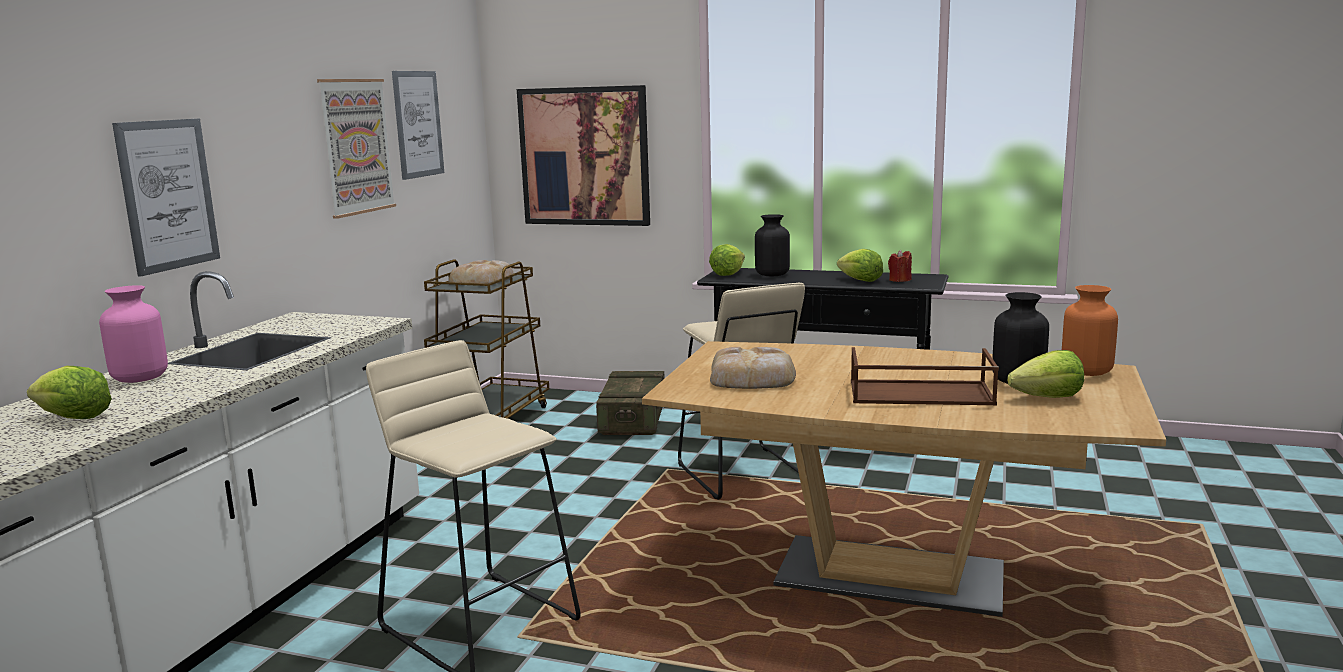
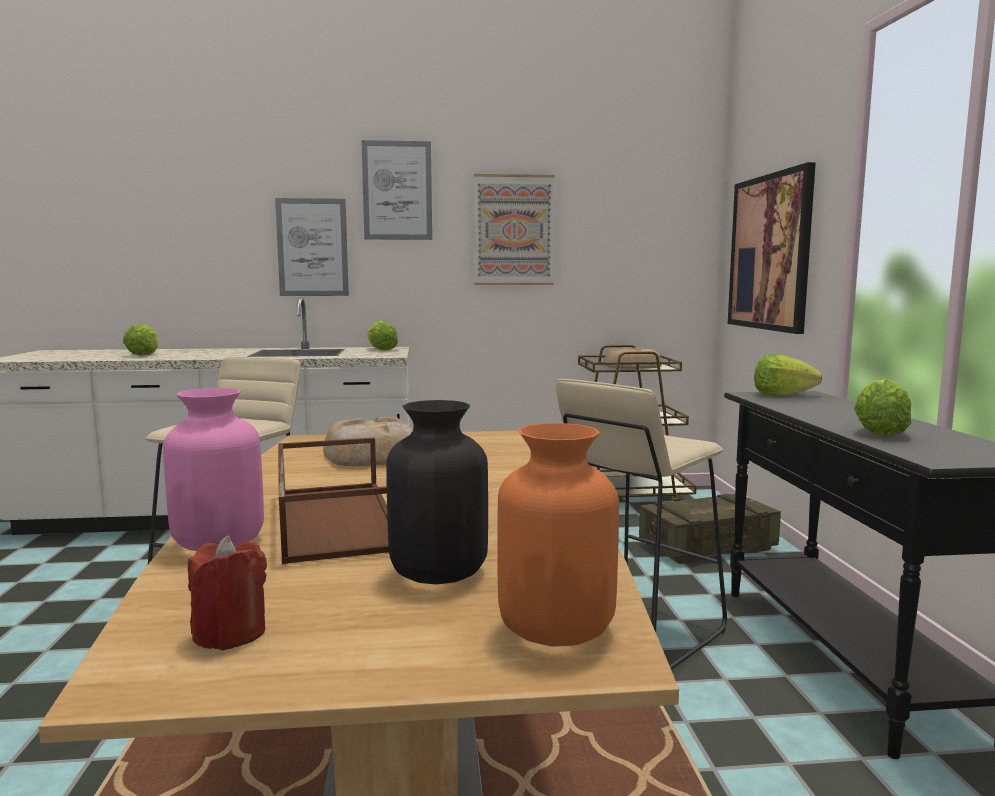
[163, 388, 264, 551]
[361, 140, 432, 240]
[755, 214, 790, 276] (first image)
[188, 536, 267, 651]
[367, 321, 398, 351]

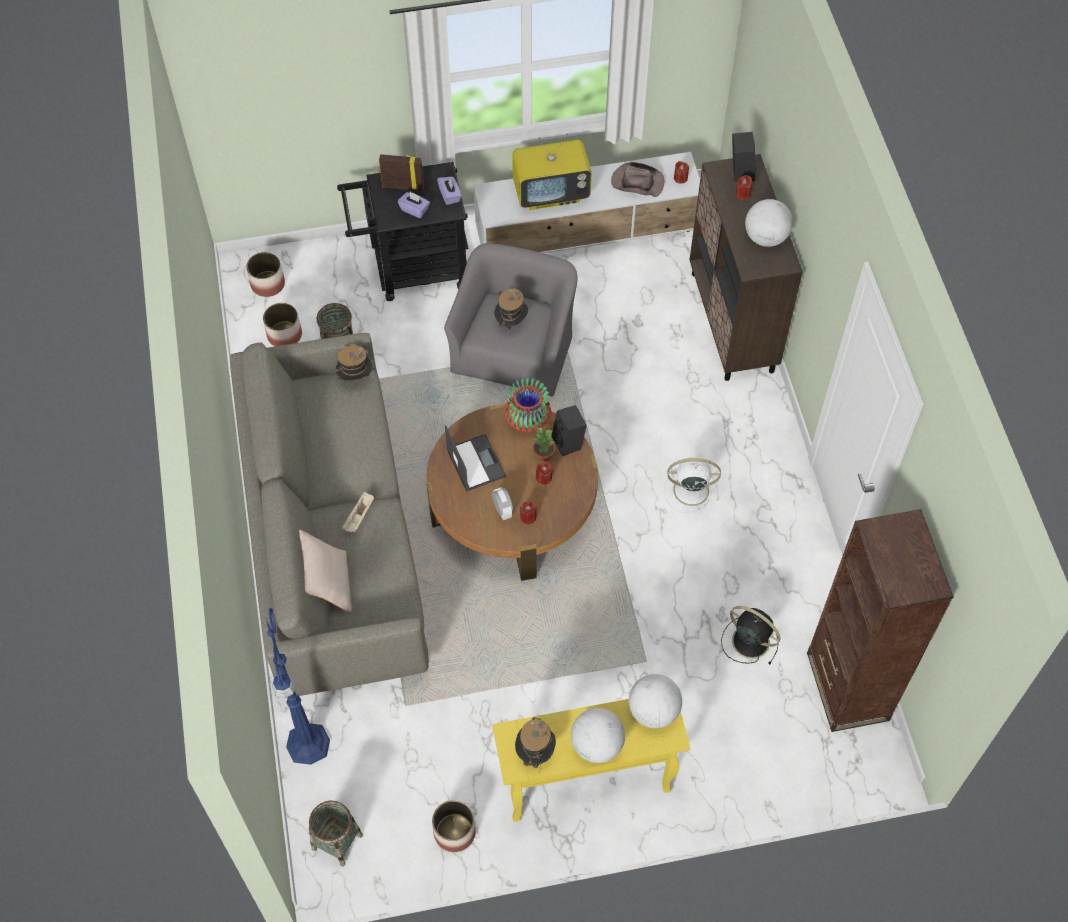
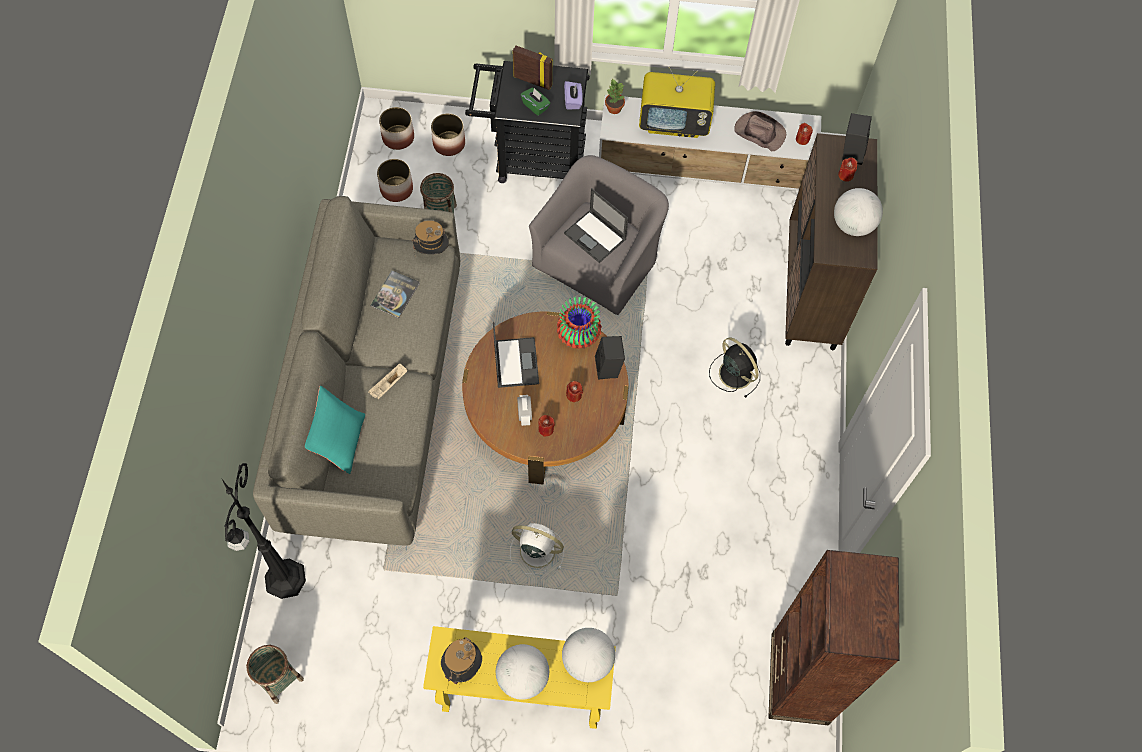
[221, 463, 306, 599]
[305, 386, 365, 474]
[521, 88, 550, 116]
[431, 113, 465, 156]
[564, 188, 628, 263]
[605, 79, 625, 114]
[510, 523, 564, 574]
[709, 337, 760, 398]
[370, 270, 420, 318]

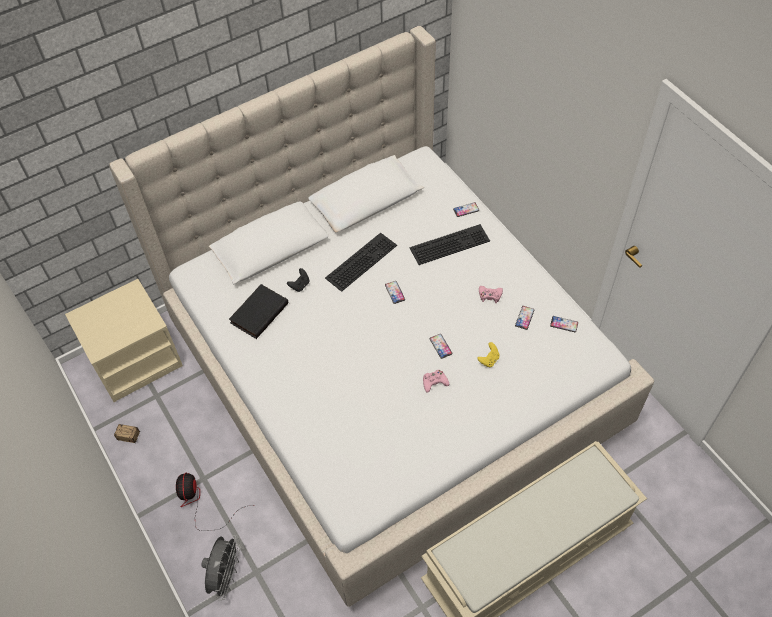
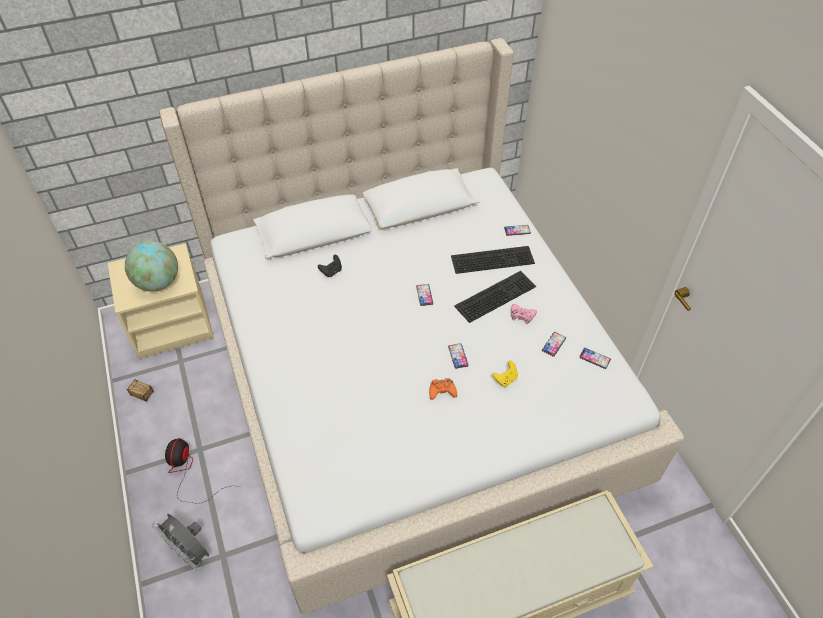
[152, 514, 209, 572]
[229, 284, 289, 339] (first image)
[454, 271, 536, 323]
[429, 378, 457, 400]
[125, 241, 178, 292]

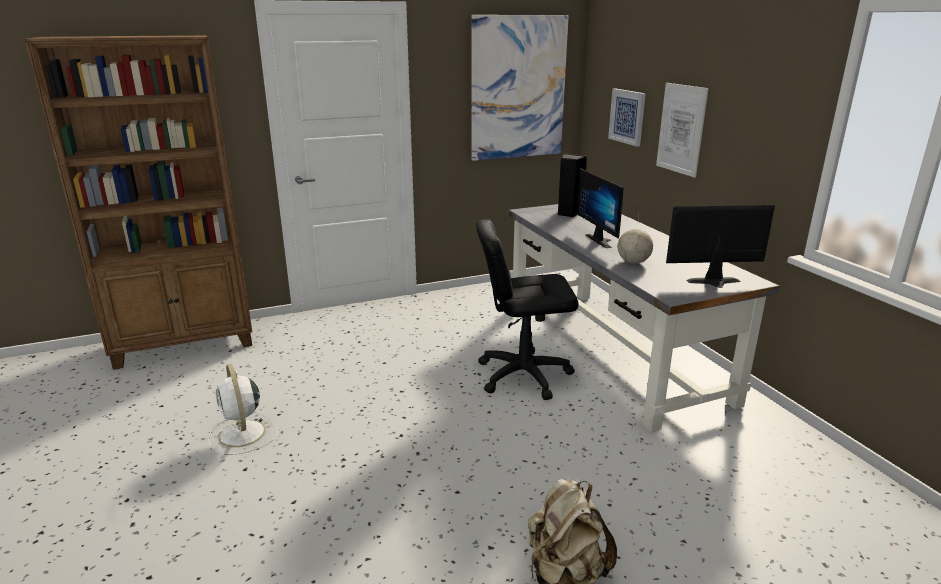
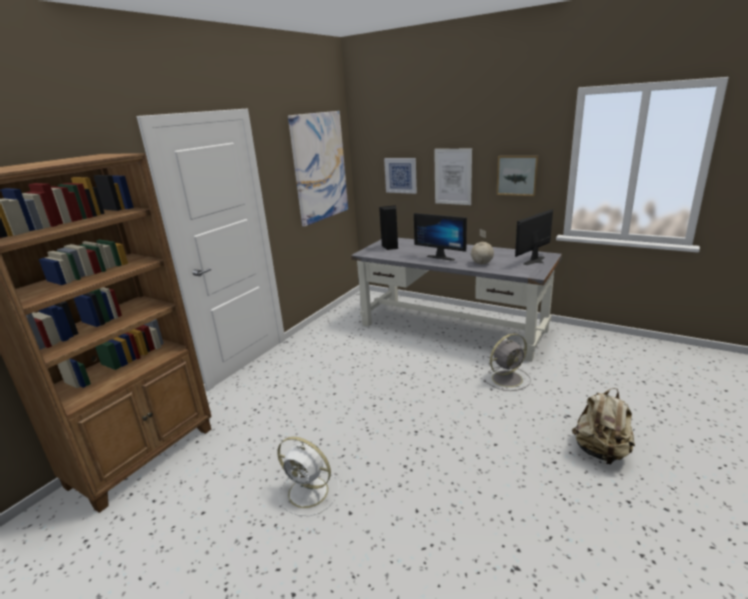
[476, 220, 578, 400] (first image)
[483, 334, 531, 391]
[497, 155, 539, 196]

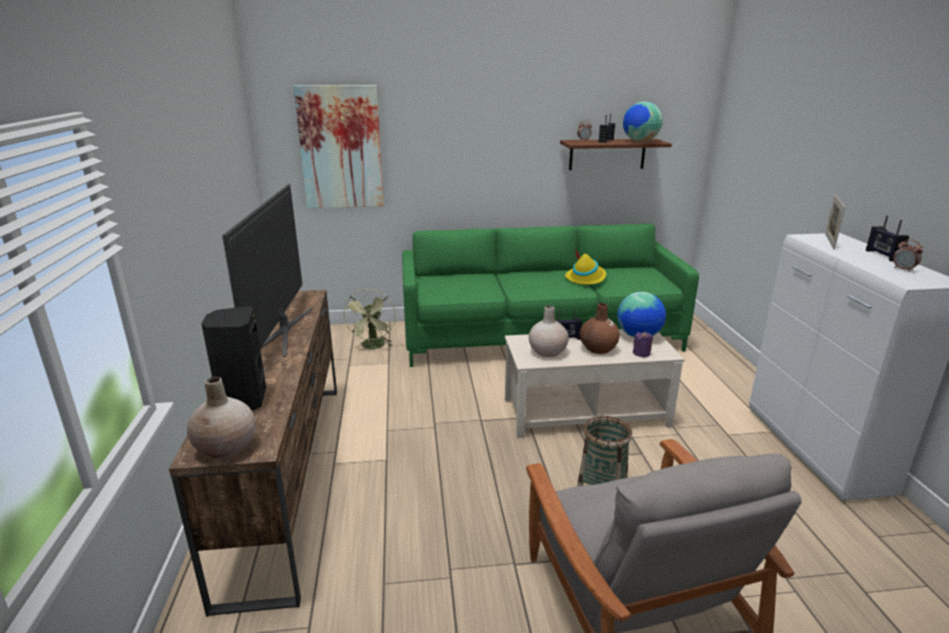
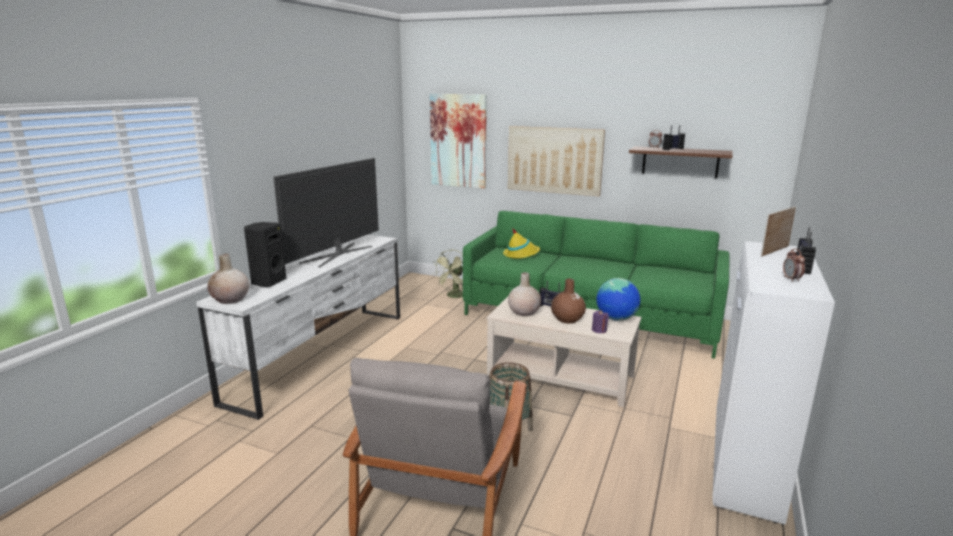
[196, 235, 400, 420]
[503, 228, 540, 259]
[623, 101, 663, 142] (first image)
[508, 126, 605, 196]

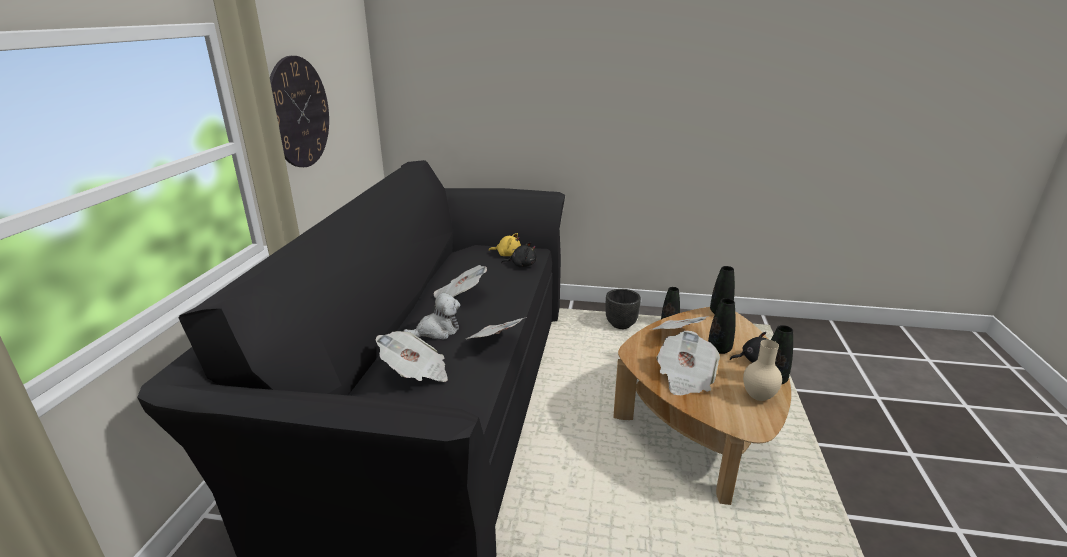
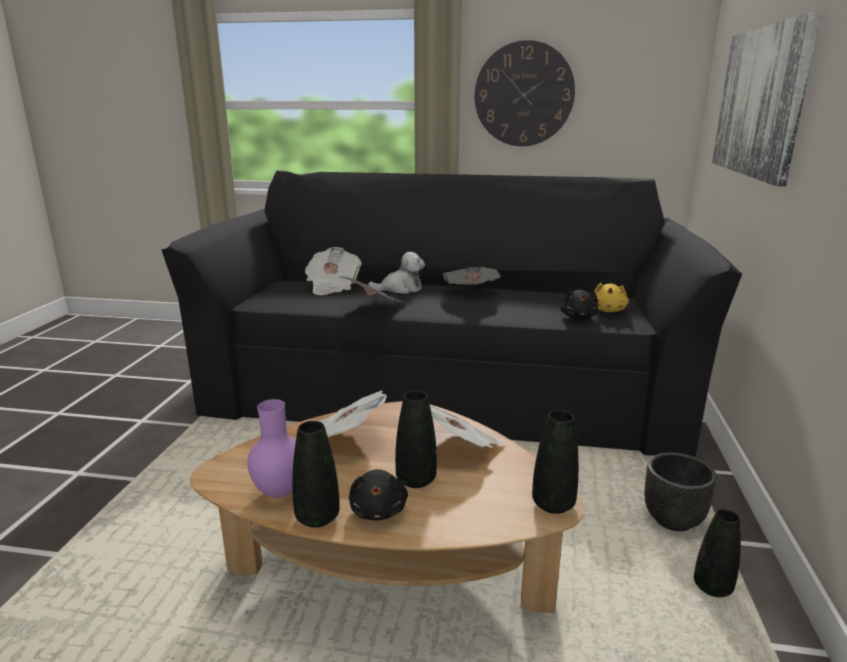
[368, 252, 425, 294]
[247, 399, 296, 498]
[712, 12, 821, 187]

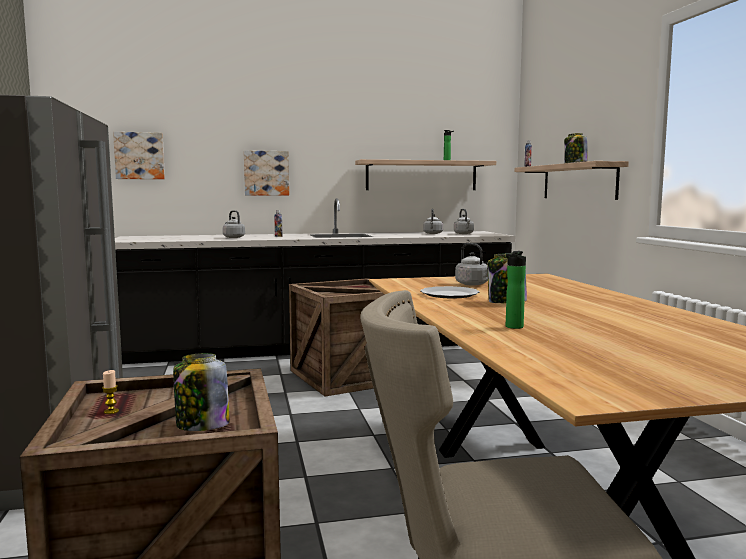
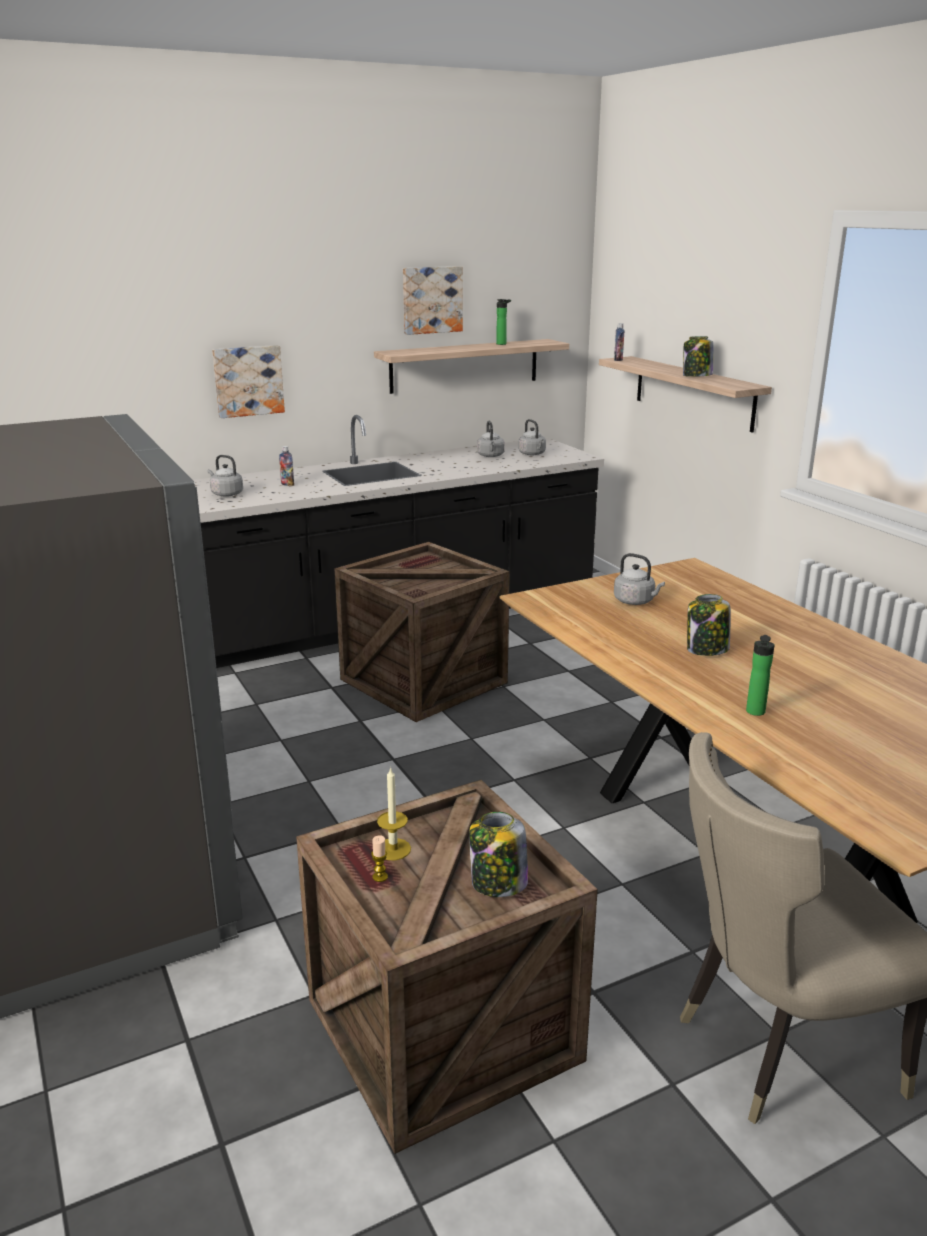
[403, 266, 463, 335]
[420, 286, 480, 298] (first image)
[377, 767, 411, 860]

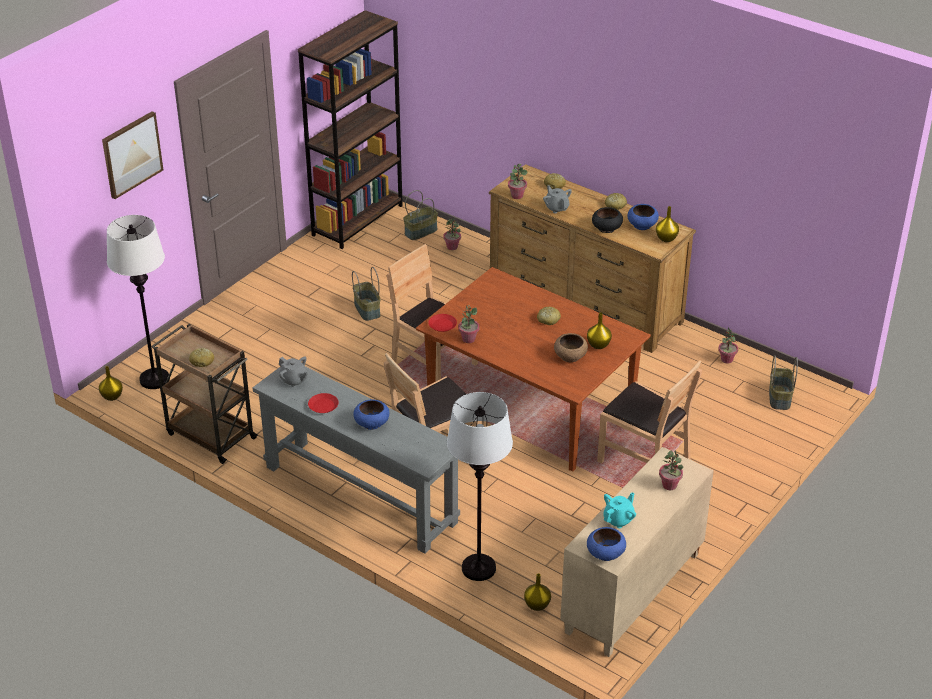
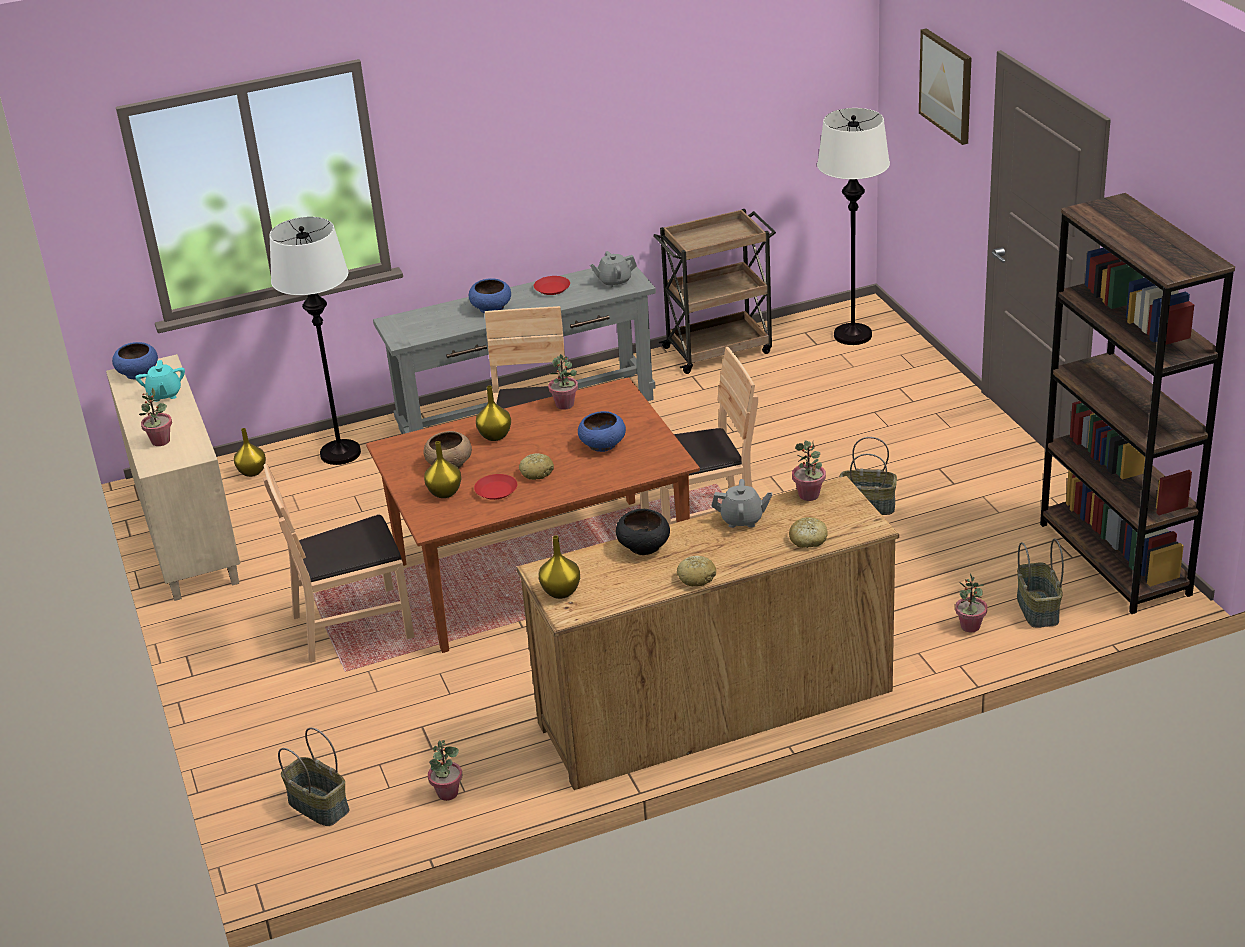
[476, 386, 511, 441]
[189, 348, 214, 367] (first image)
[474, 474, 517, 500]
[578, 411, 626, 452]

